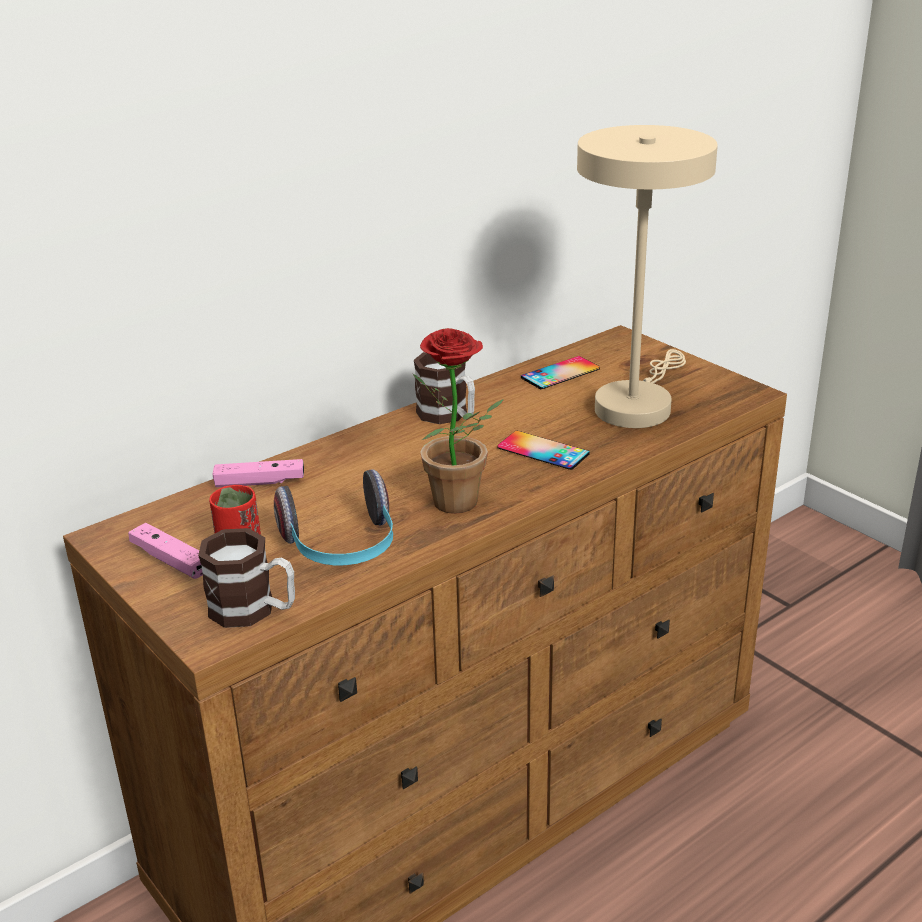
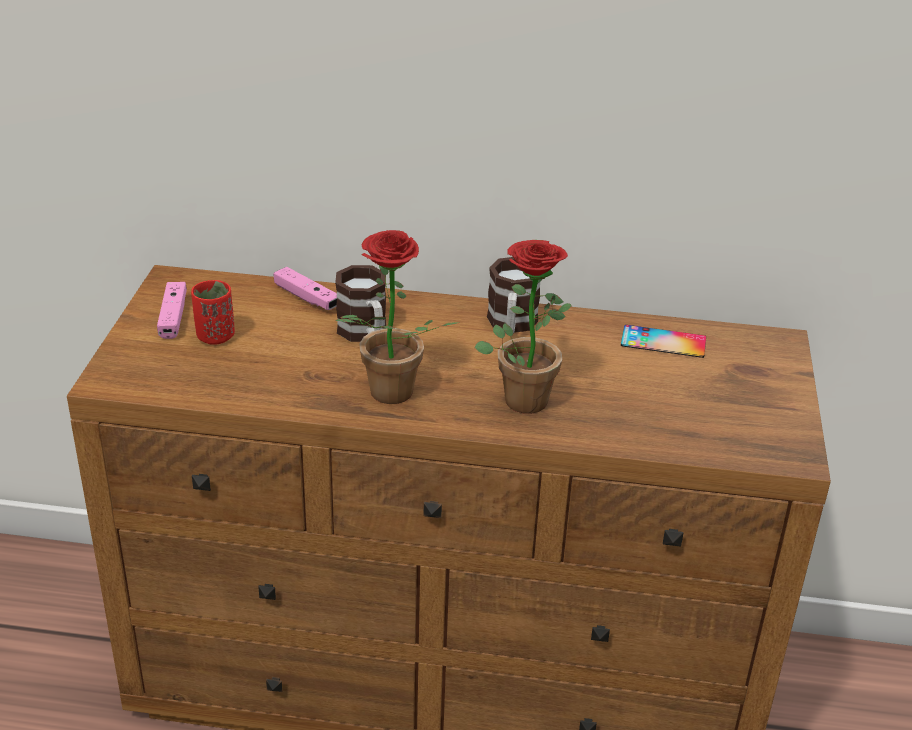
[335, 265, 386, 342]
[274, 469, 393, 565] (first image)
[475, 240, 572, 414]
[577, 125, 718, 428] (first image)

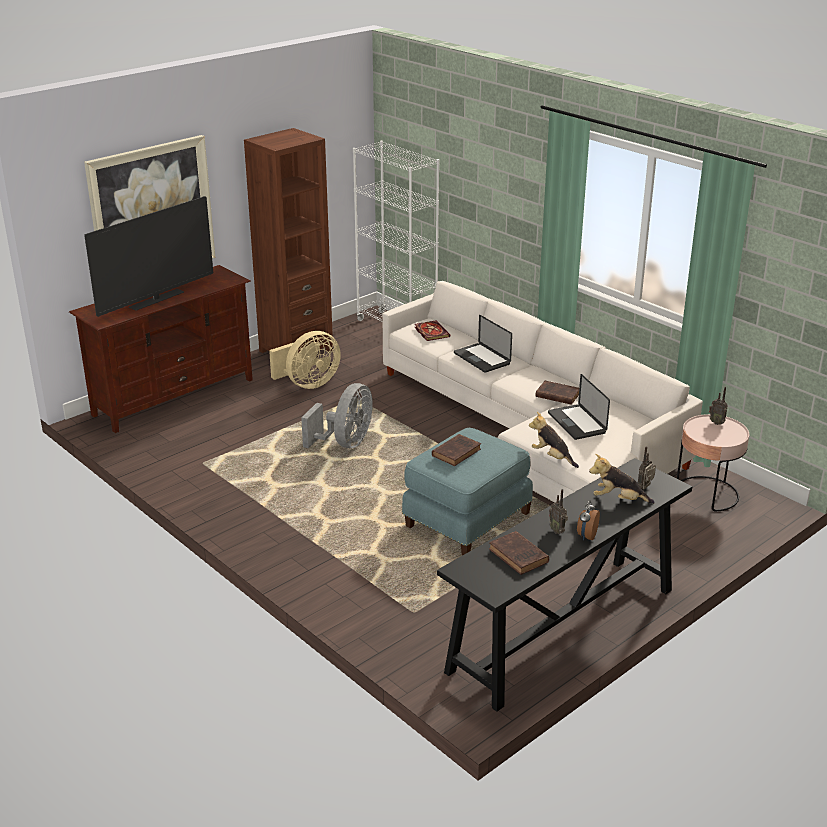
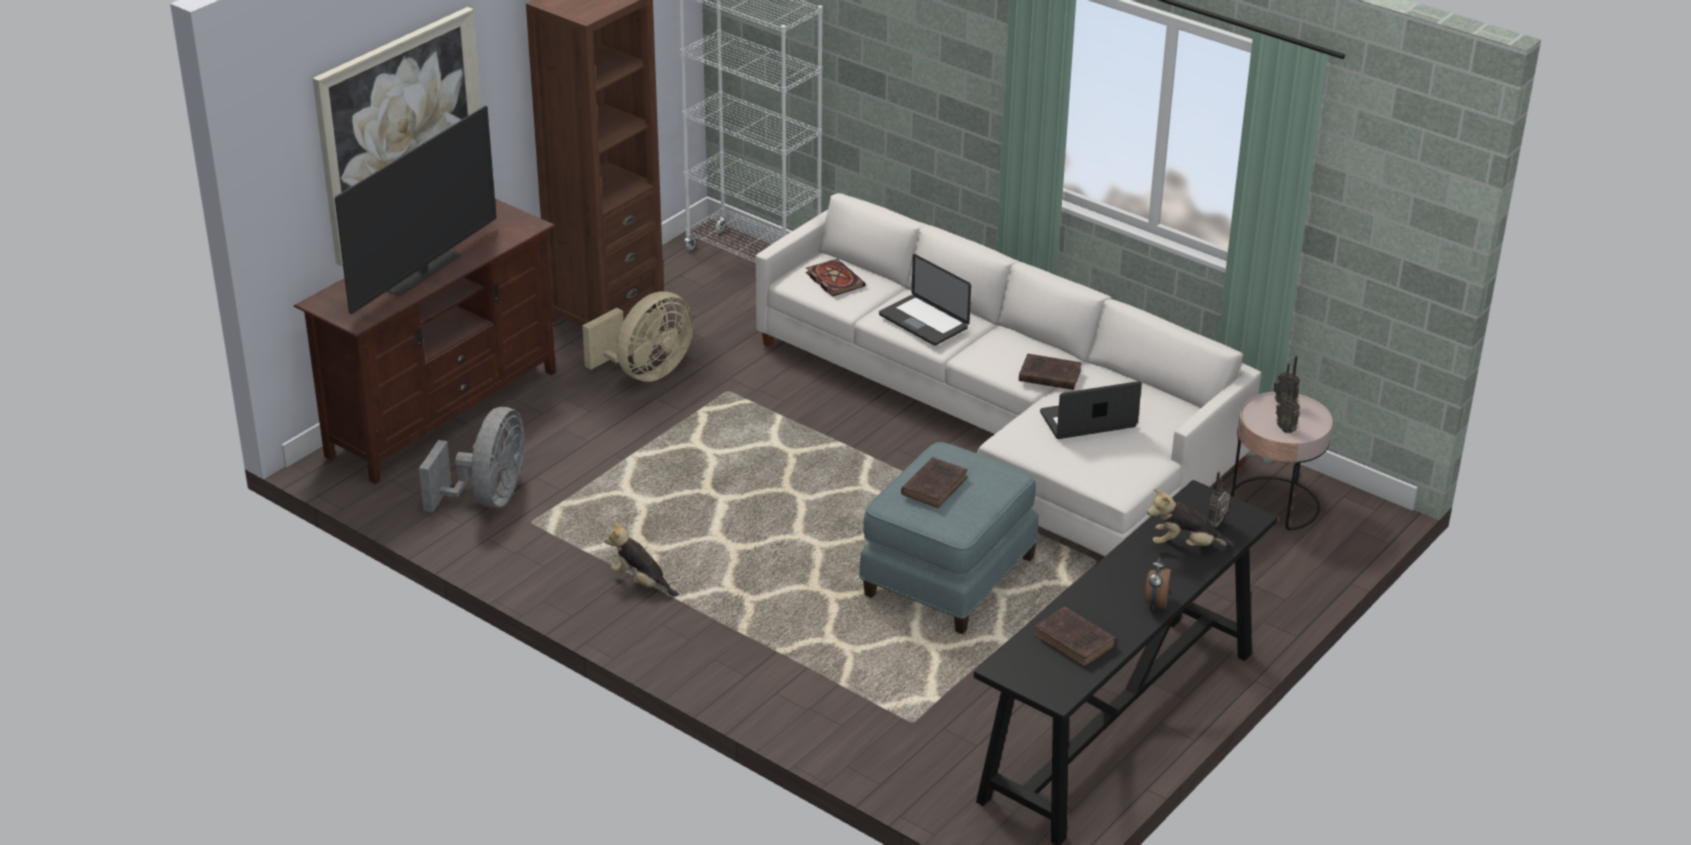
[419, 407, 525, 513]
[604, 521, 679, 596]
[1040, 381, 1142, 439]
[1276, 381, 1300, 433]

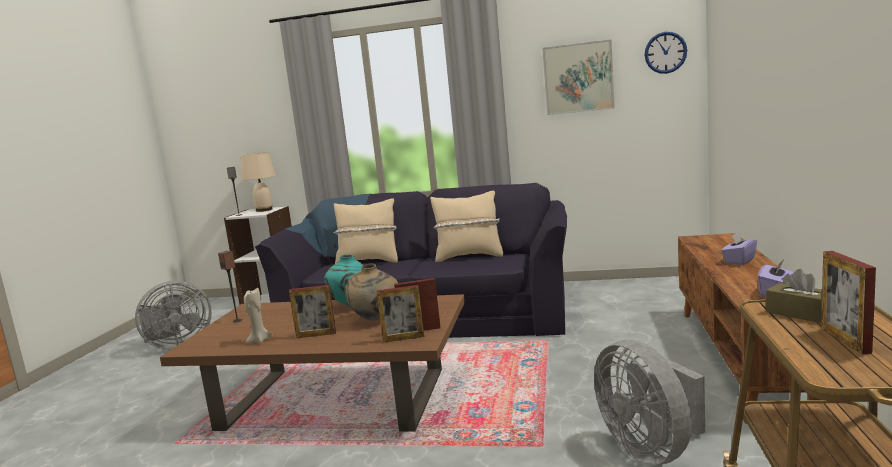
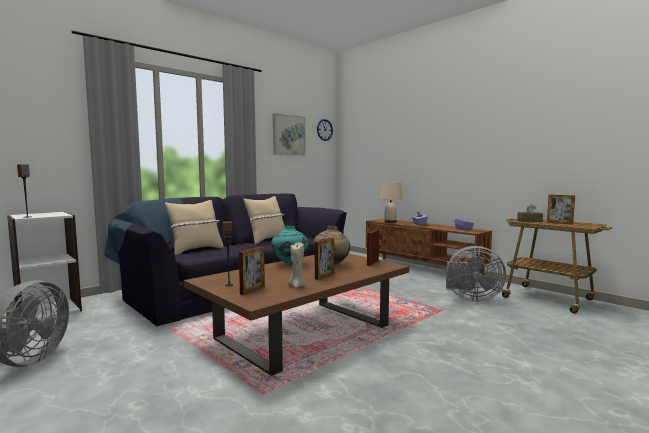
[379, 182, 403, 223]
[239, 246, 265, 295]

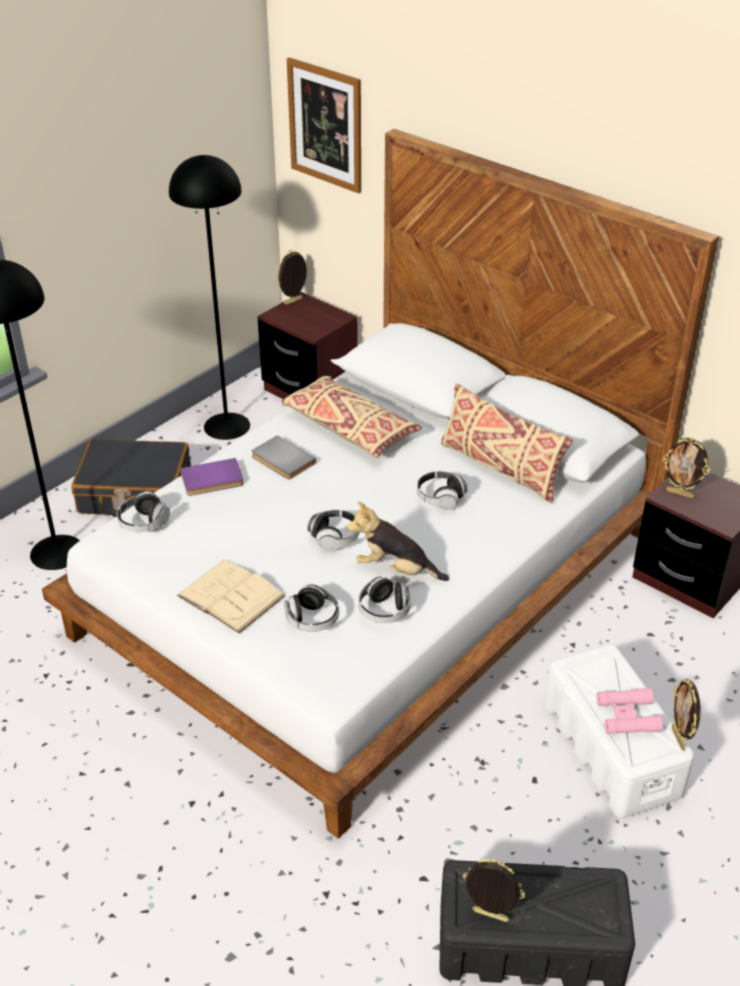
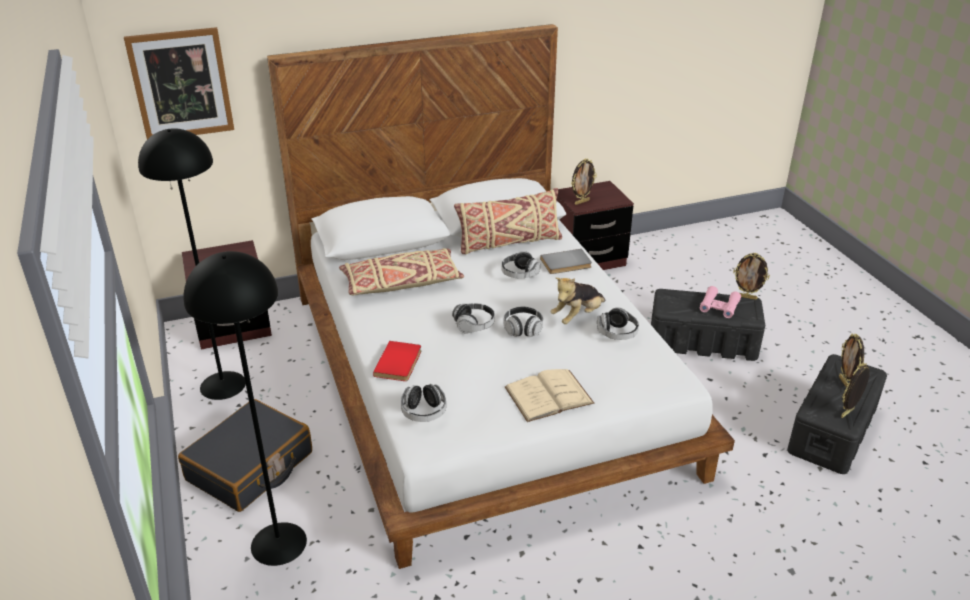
[373, 341, 421, 381]
[540, 249, 592, 274]
[839, 333, 864, 387]
[452, 303, 495, 334]
[651, 289, 765, 361]

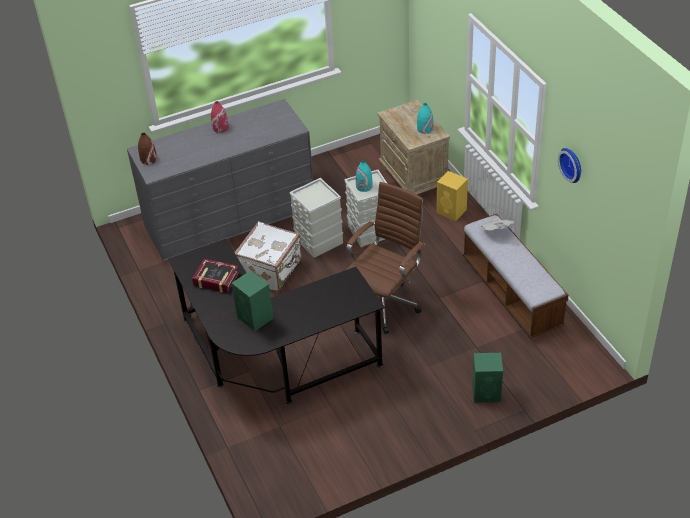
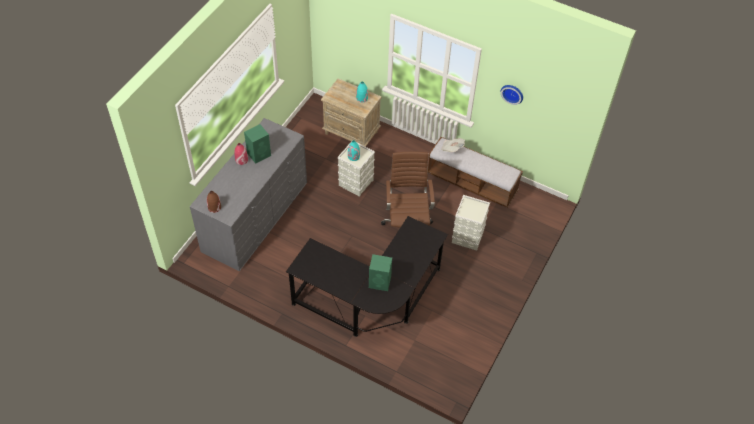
[192, 259, 240, 293] (first image)
[235, 221, 302, 292] (first image)
[452, 195, 490, 251]
[437, 171, 468, 221] (first image)
[244, 124, 271, 164]

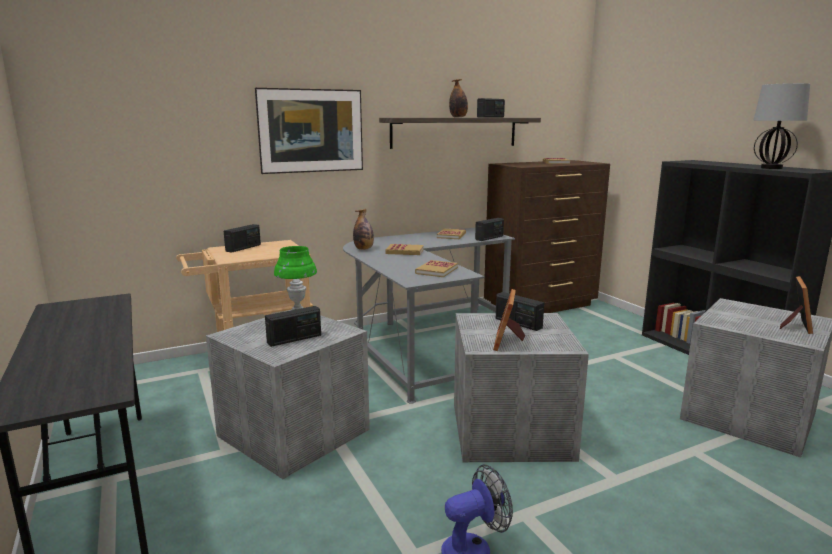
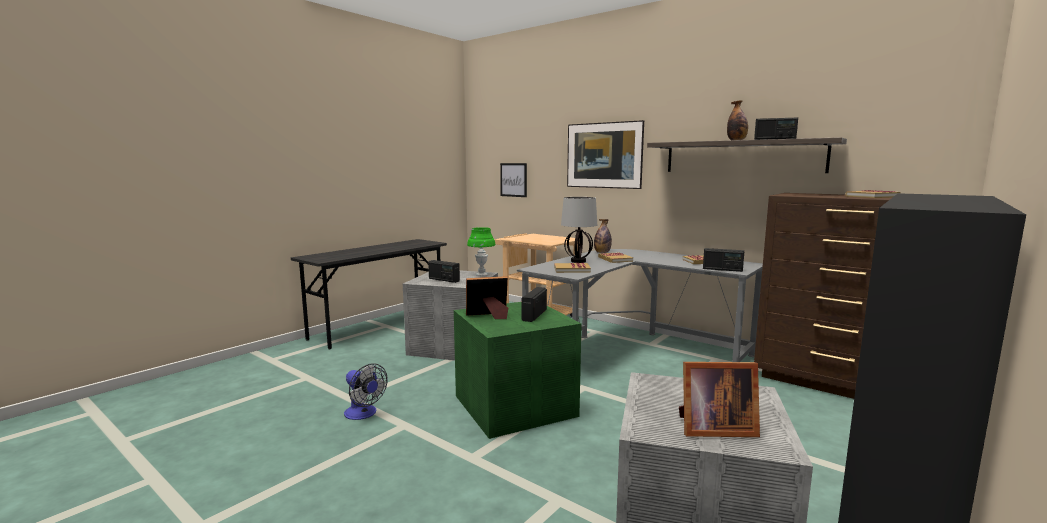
[224, 224, 261, 252] (first image)
[454, 302, 582, 439]
[561, 197, 597, 263]
[500, 163, 527, 197]

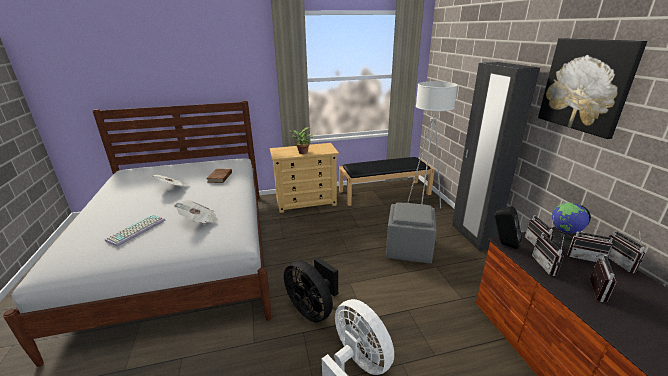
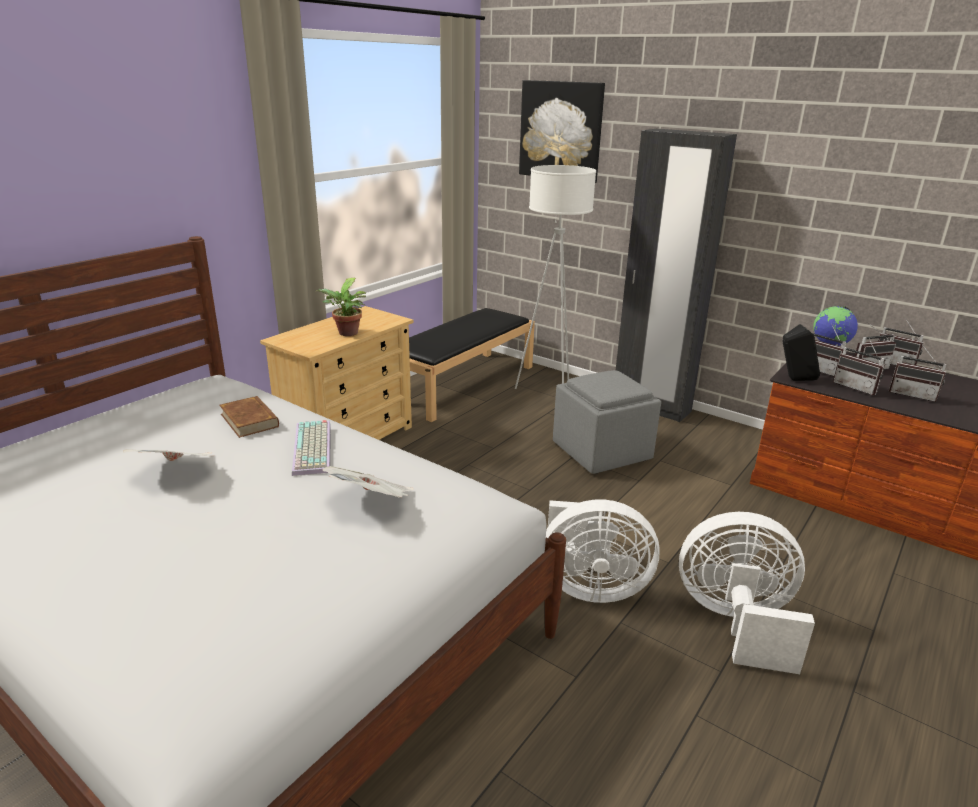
[292, 420, 331, 476]
[546, 500, 660, 603]
[519, 80, 605, 183]
[889, 344, 946, 402]

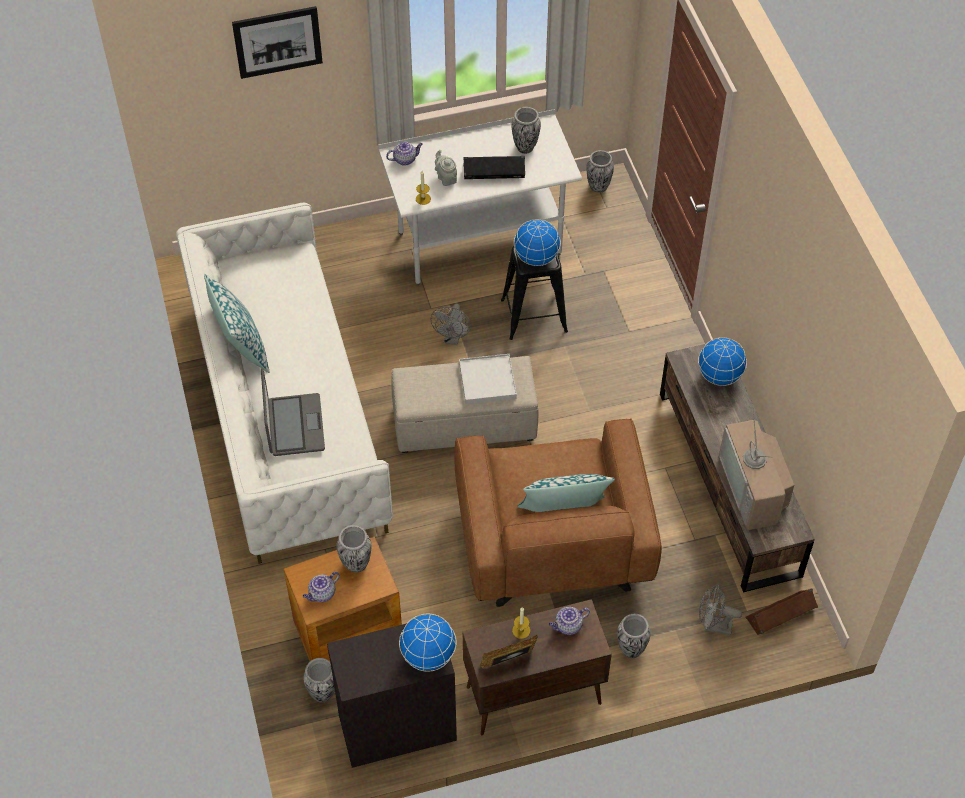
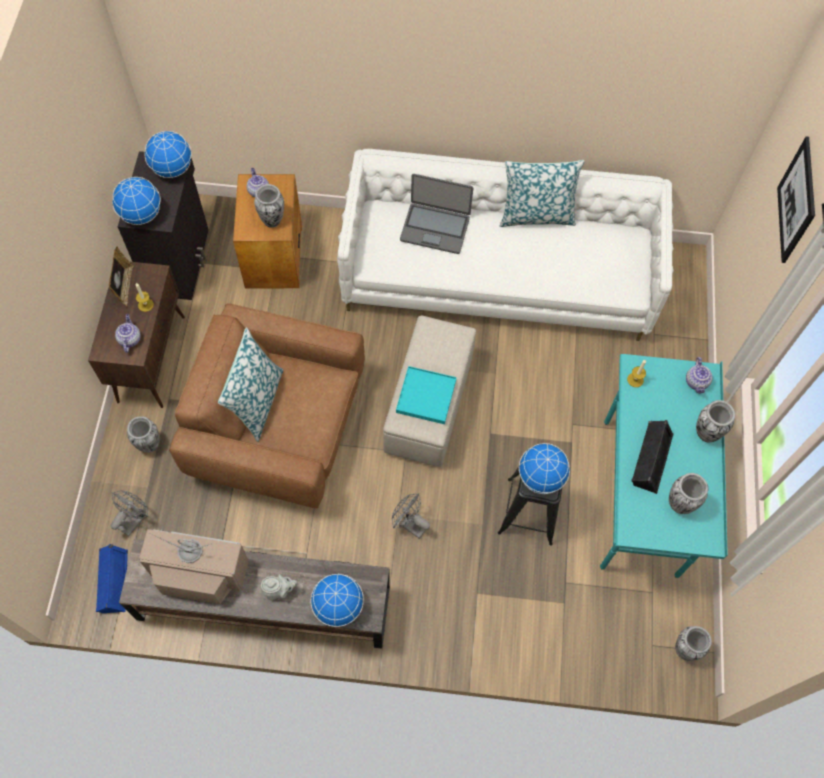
[696, 400, 735, 443]
[600, 354, 728, 578]
[392, 493, 430, 539]
[261, 574, 298, 601]
[396, 366, 457, 424]
[96, 544, 128, 613]
[144, 131, 192, 178]

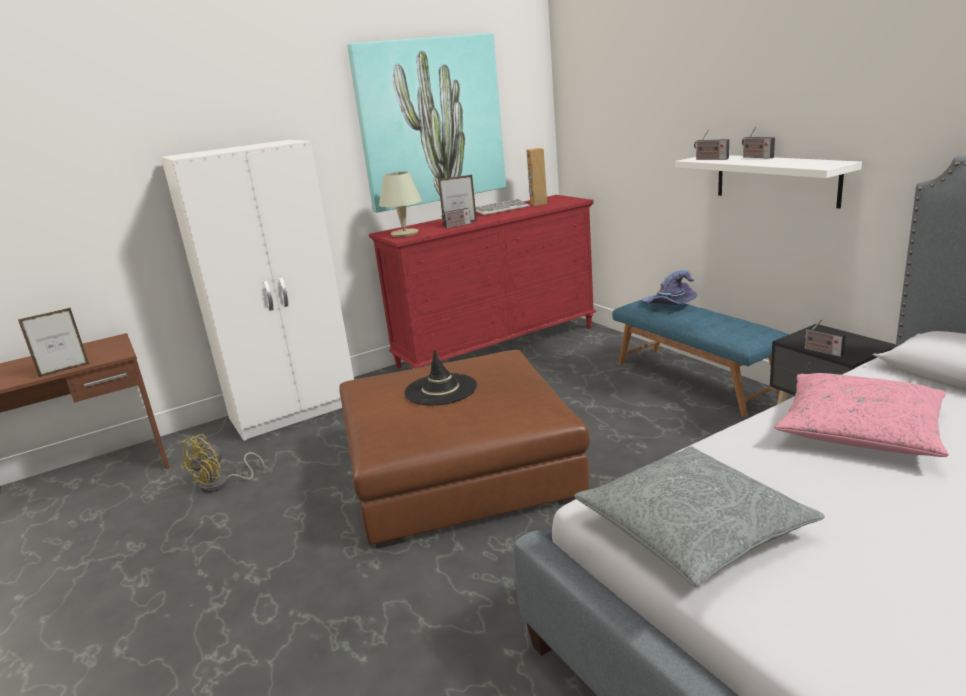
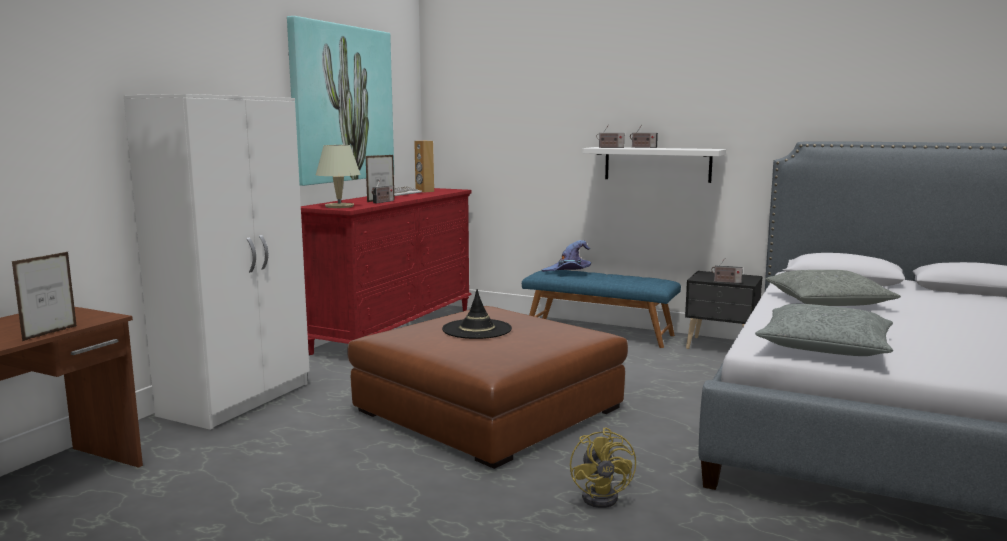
[570, 427, 636, 508]
[765, 270, 901, 306]

